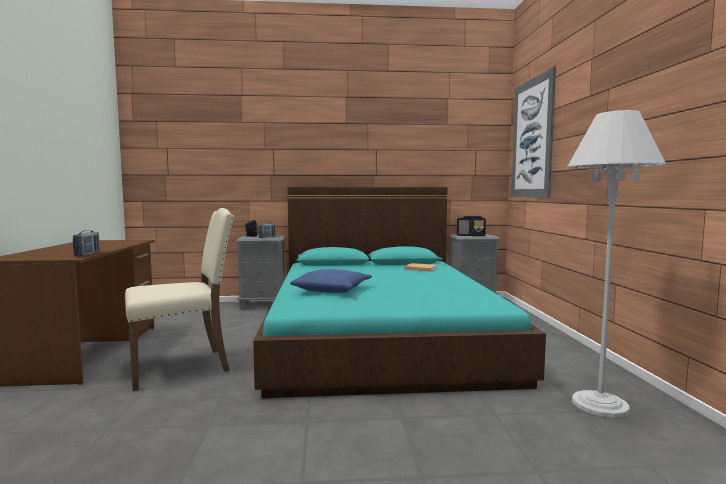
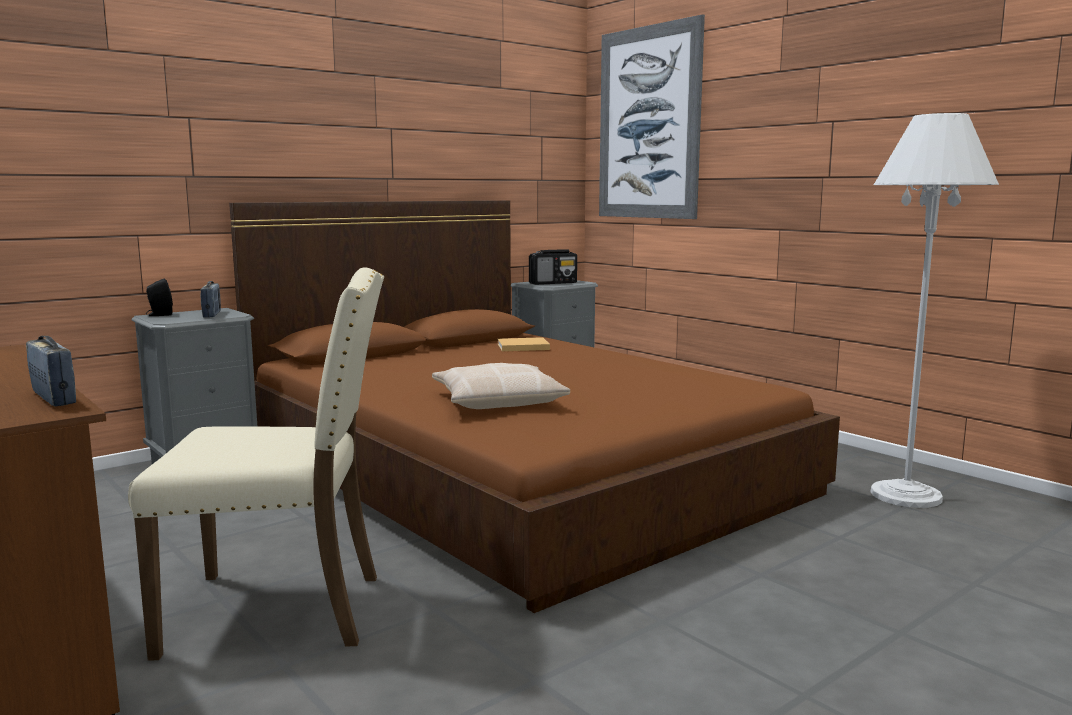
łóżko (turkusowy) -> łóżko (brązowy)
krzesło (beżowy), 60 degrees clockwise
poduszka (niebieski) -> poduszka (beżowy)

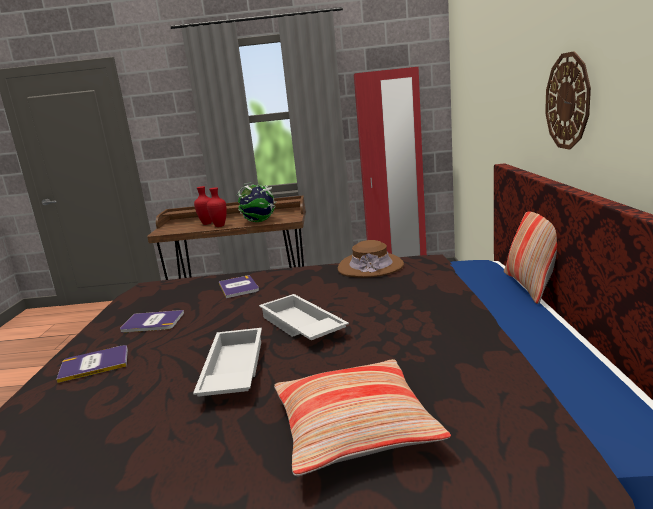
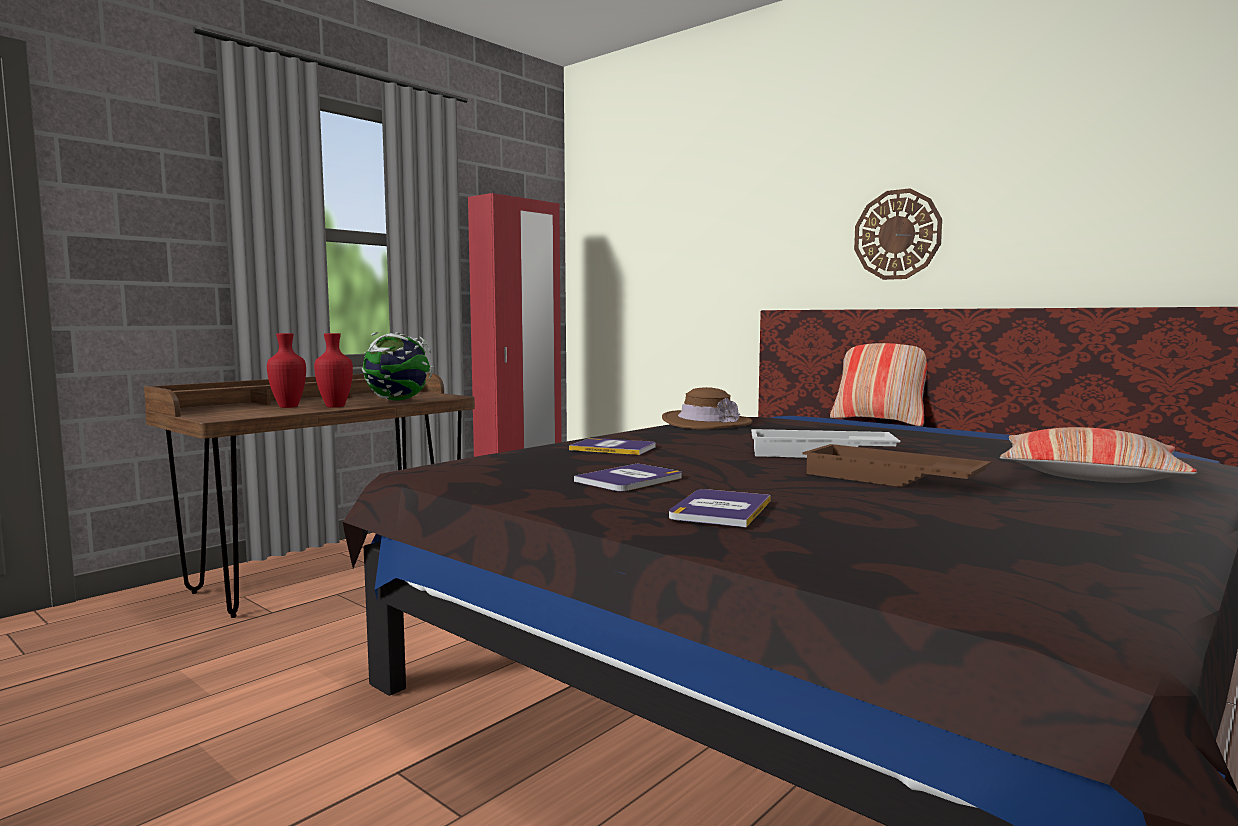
taca (biały) (no. 1 from left) -> taca (brązowy)

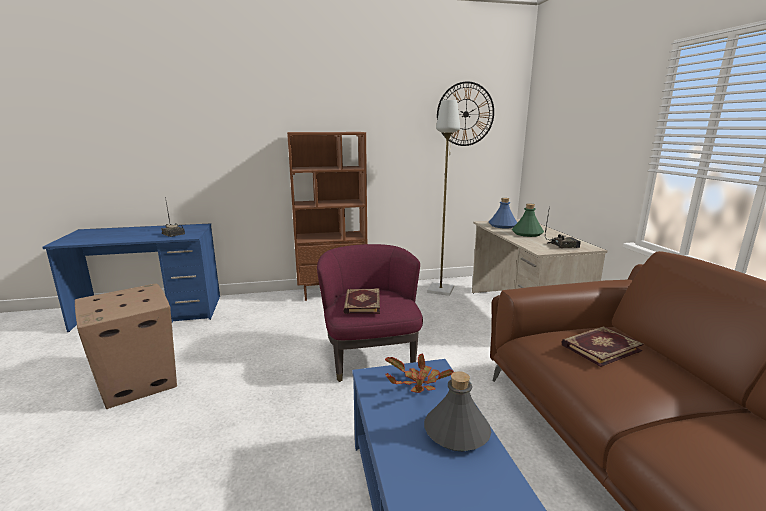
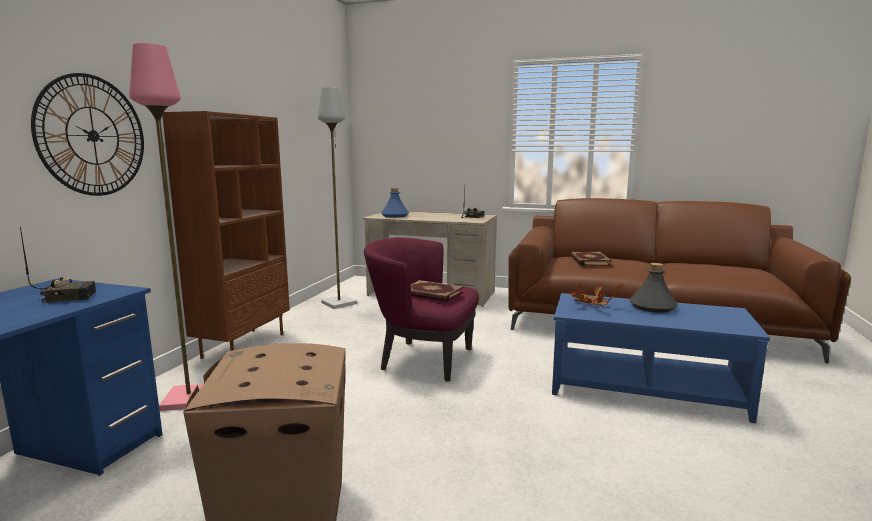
zegar ścienny, shifted
butelka (zielony) -> none
none -> lampa stojąca (różowy)

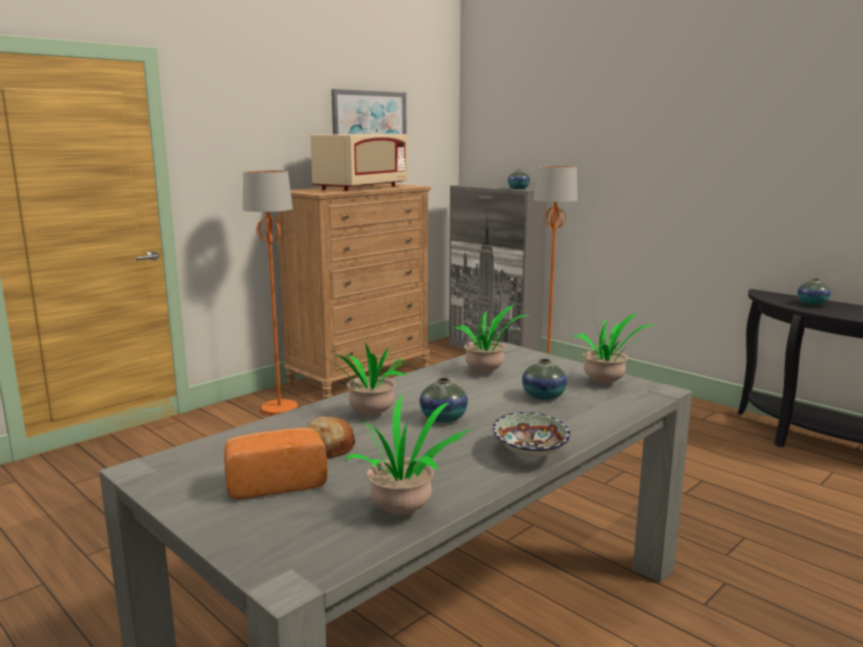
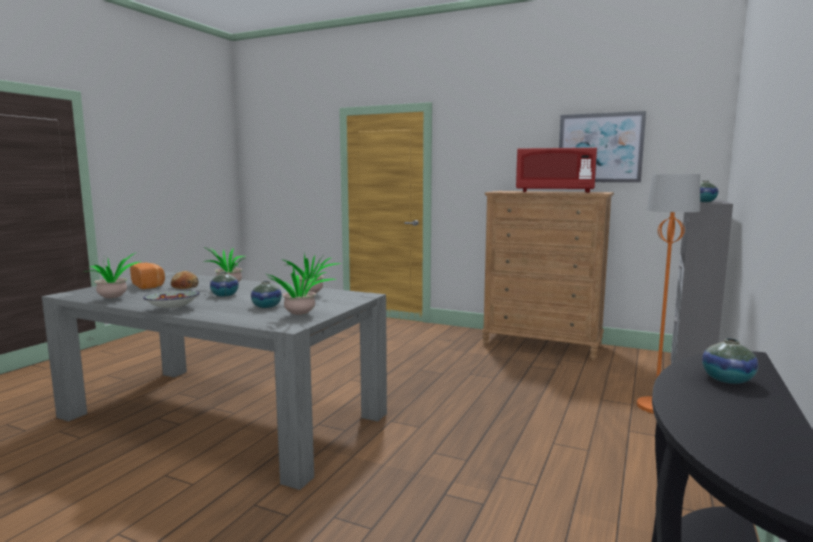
mikrofalówka (beżowy) -> mikrofalówka (czerwony)
lampa stojąca (pomarańczowy) (no. 1 from left) -> none

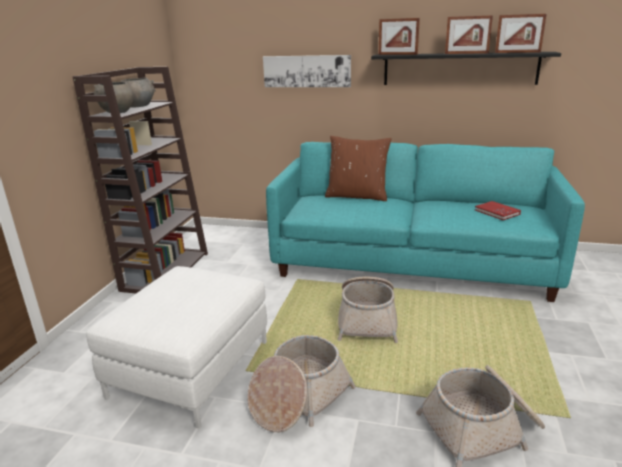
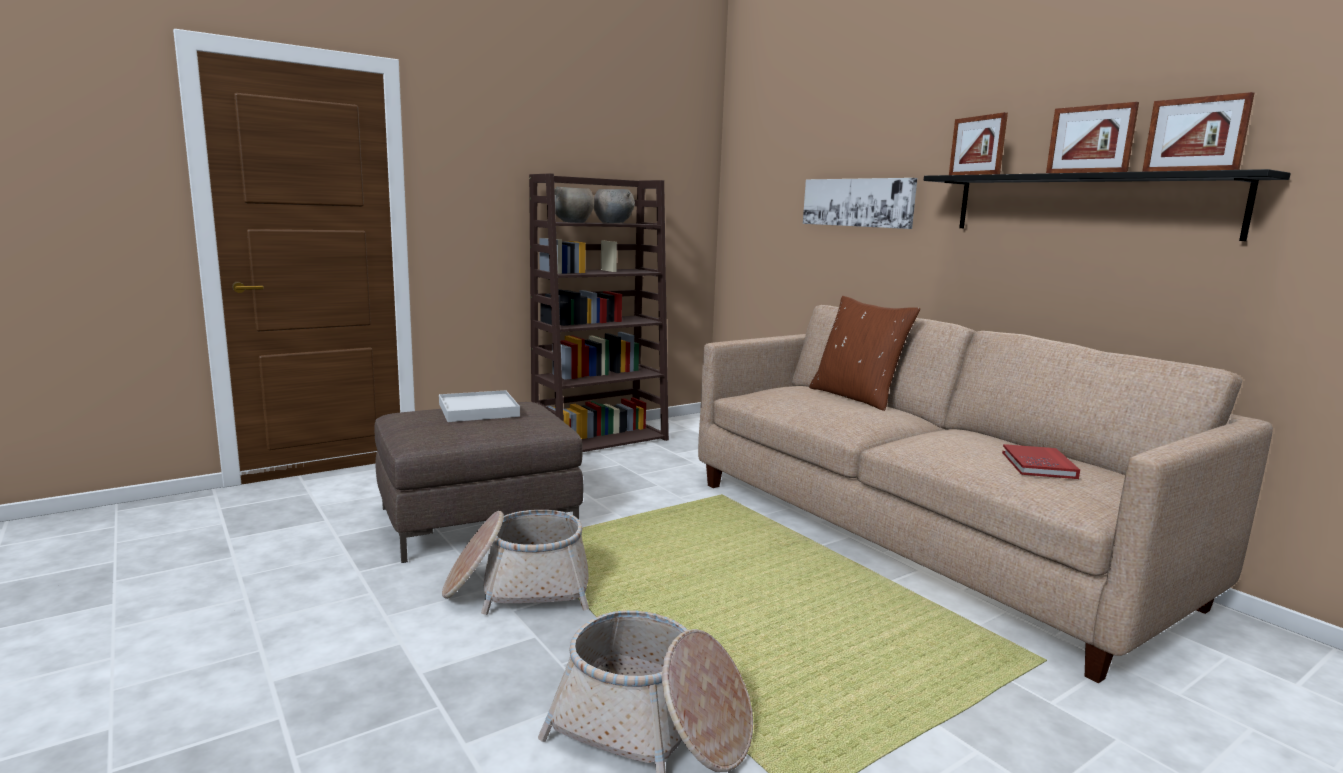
kanapa (turkusowy) -> kanapa (beżowy)
pufa (biały) -> pufa (brązowy)
koszyk (no. 2 from left) -> none
none -> taca (biały)

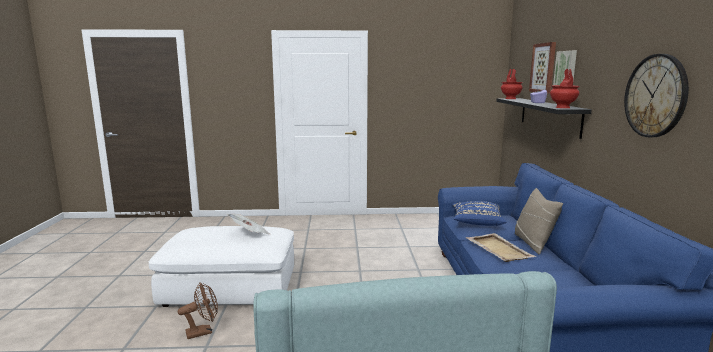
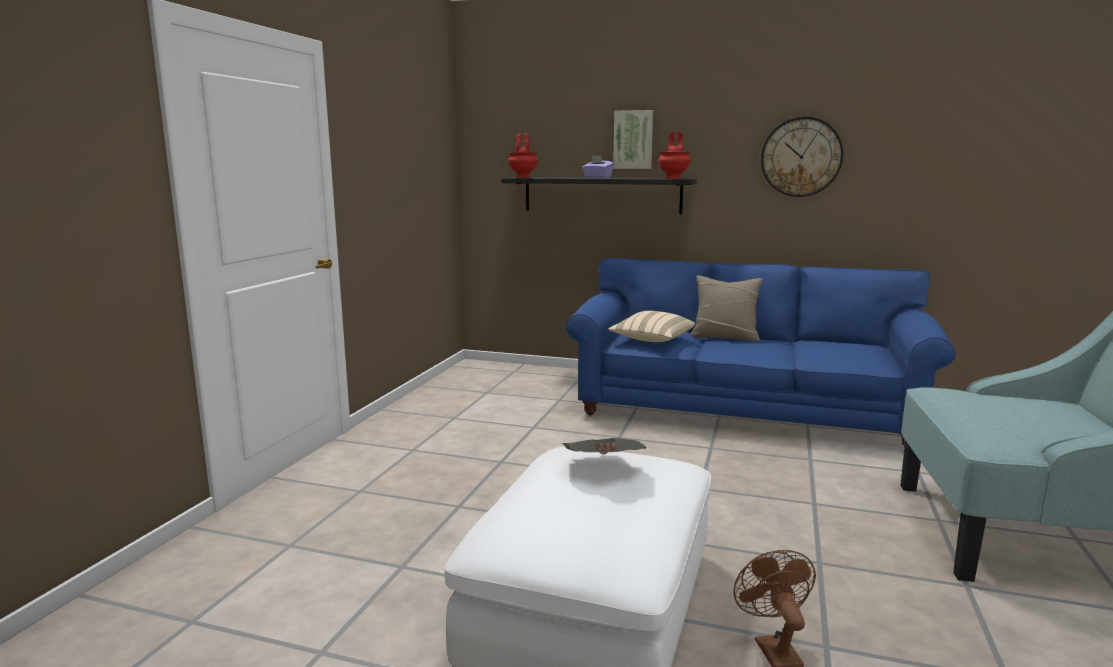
obraz (no. 1 from left) -> none
poduszka (niebieski) -> poduszka (beżowy) (no. 1 from left)
taca (beżowy) -> none

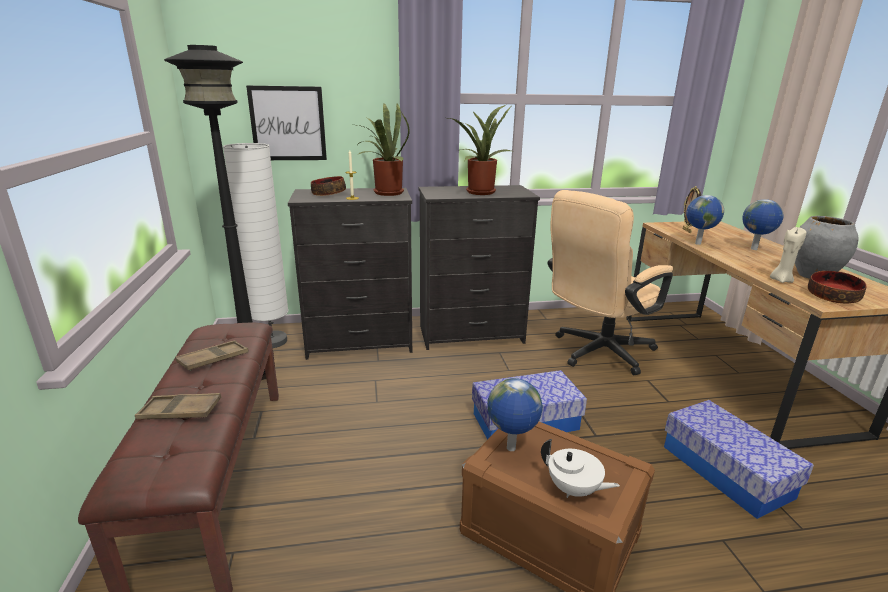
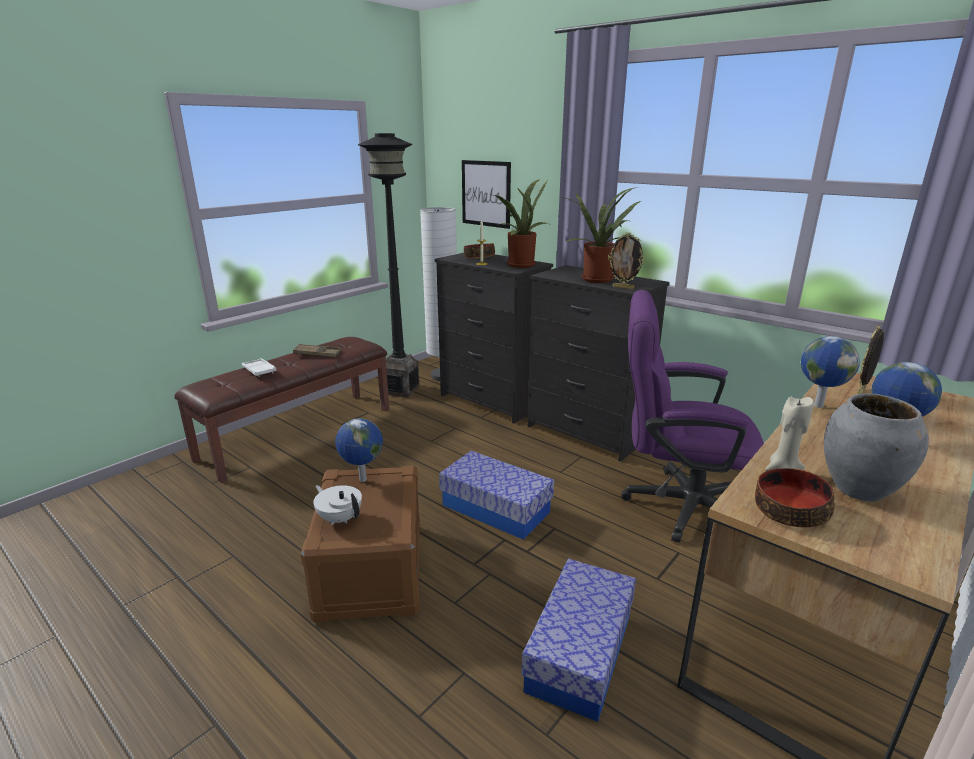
krzesło biurowe (beżowy) -> krzesło biurowe (fioletowy)
taca (brązowy) (no. 1 from left) -> taca (biały)
imbryk (biały), 135 degrees clockwise
none -> ramka na zdjęcie (no. 1 from left)

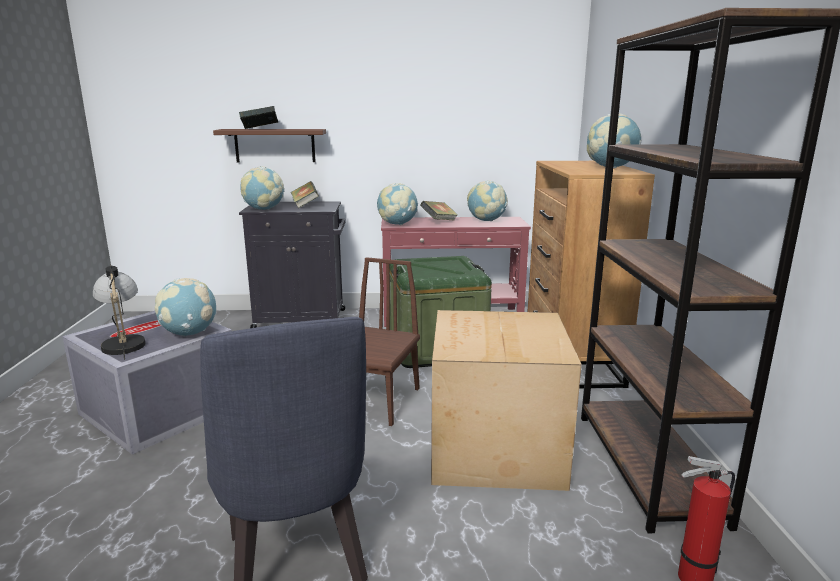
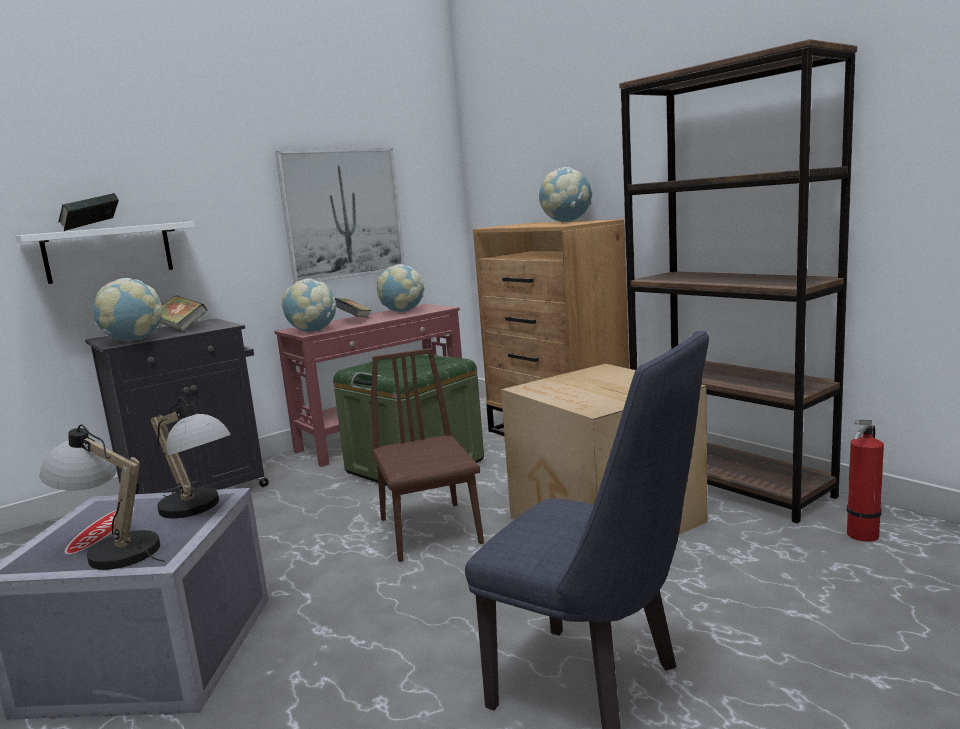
półka (brązowy) -> półka (biały)
globus (no. 1 from left) -> lampa stołowa (no. 2 from left)
none -> obraz

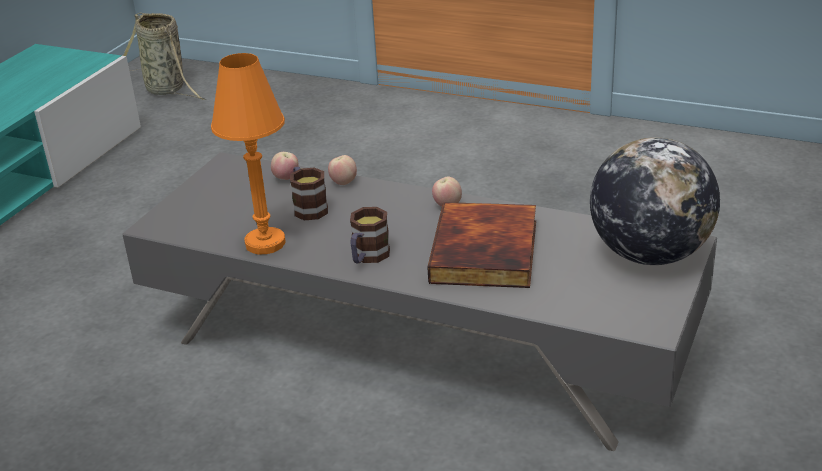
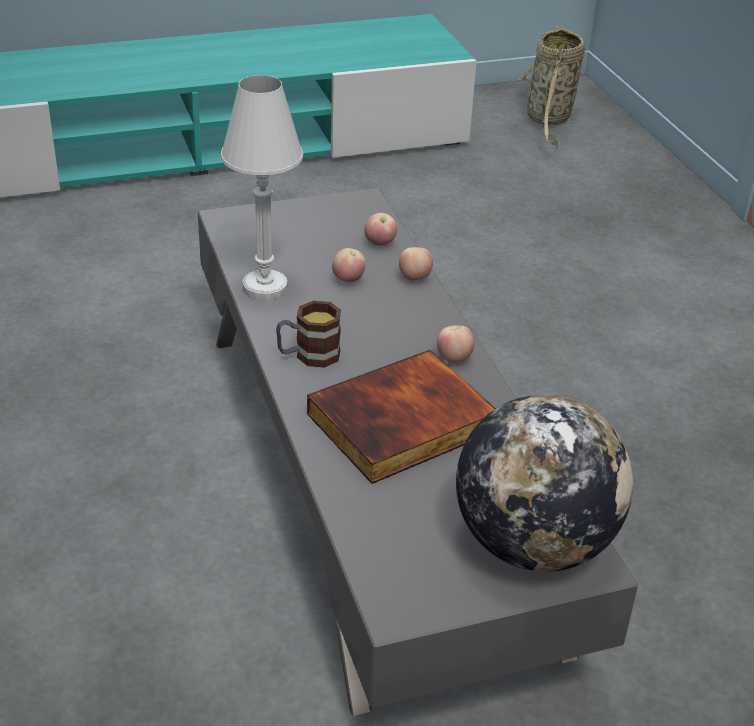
lampa stołowa (pomarańczowy) -> lampa stołowa (biały)
kubek (no. 1 from left) -> jabłko (no. 1 from left)

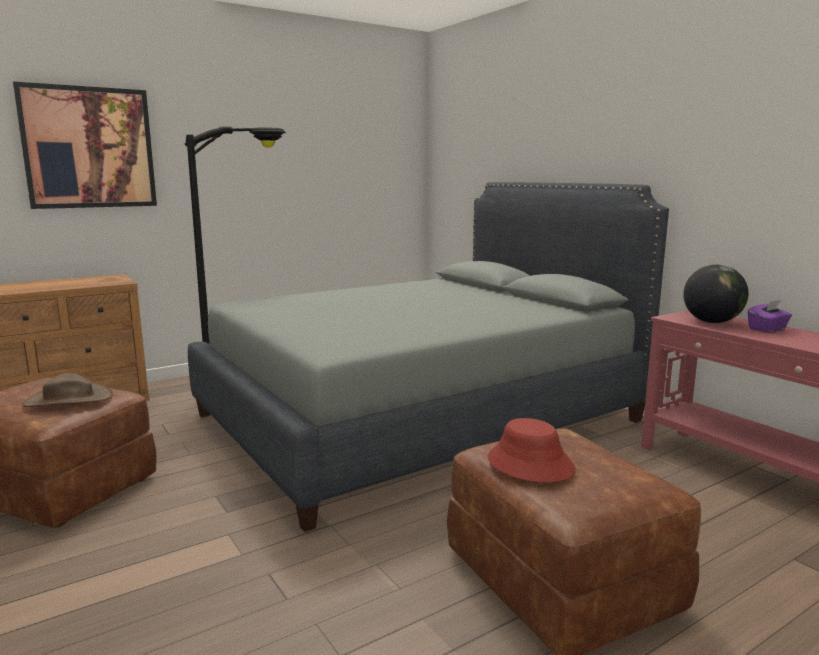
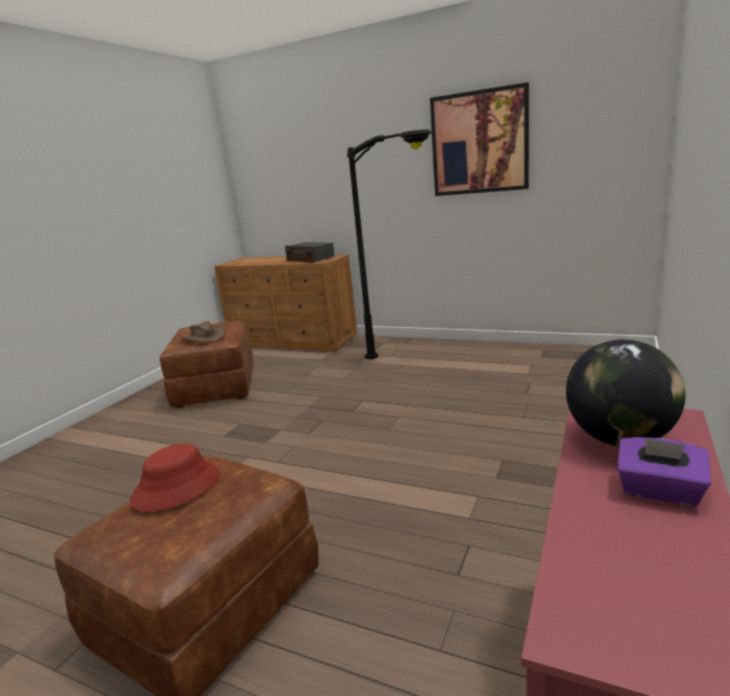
obraz, shifted
łóżko (szary) -> none
none -> radio

